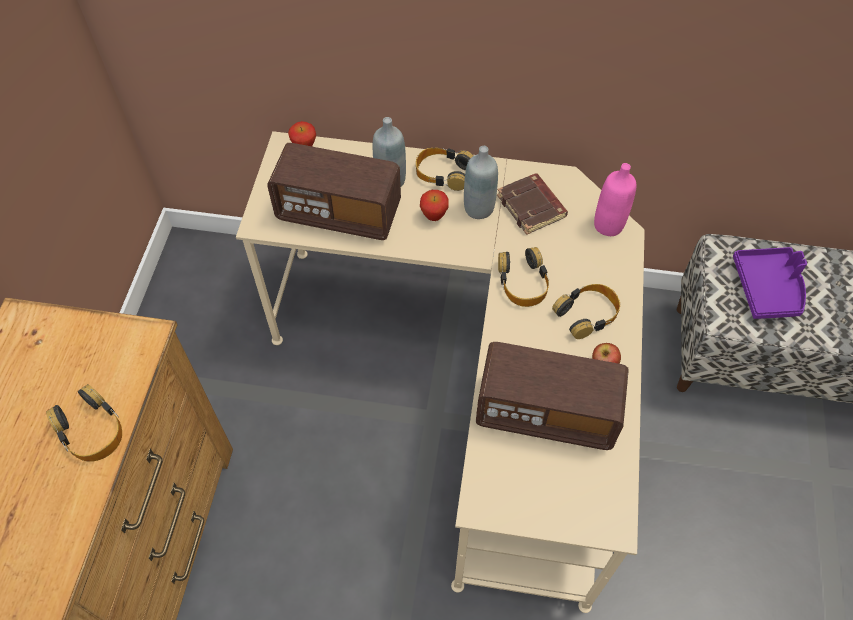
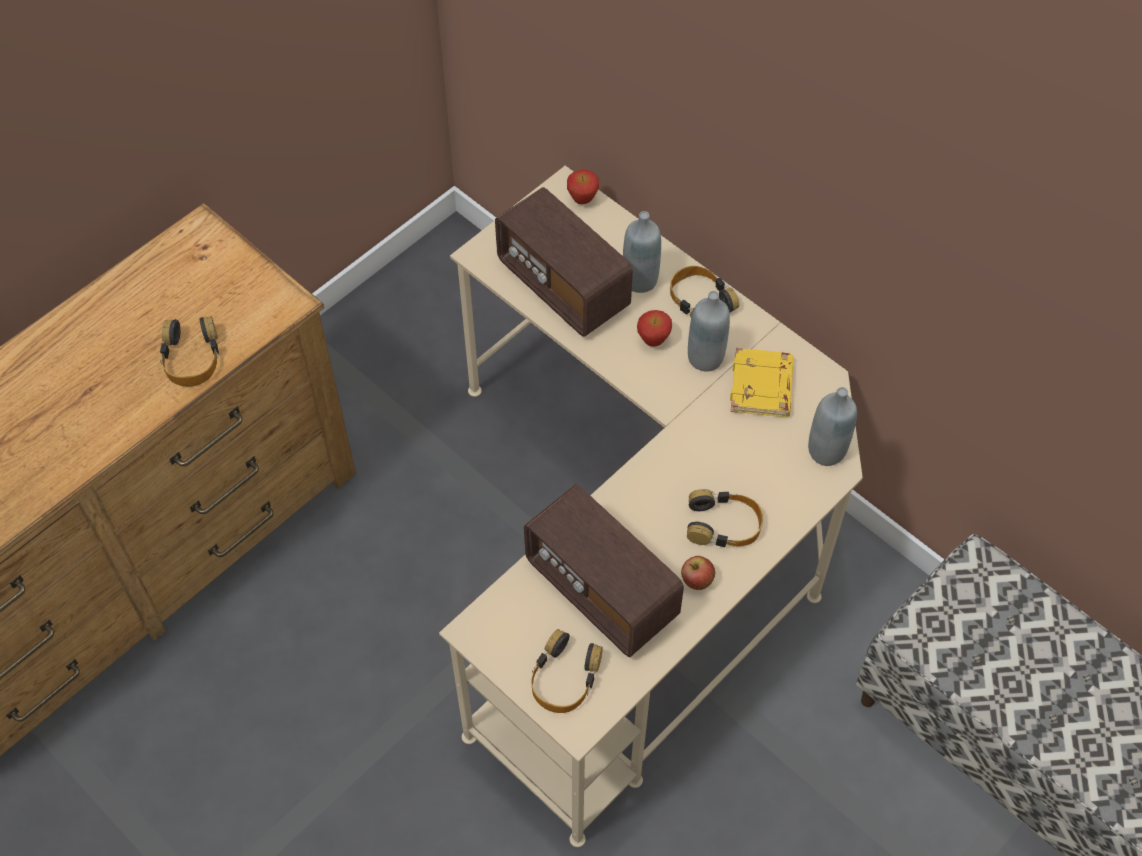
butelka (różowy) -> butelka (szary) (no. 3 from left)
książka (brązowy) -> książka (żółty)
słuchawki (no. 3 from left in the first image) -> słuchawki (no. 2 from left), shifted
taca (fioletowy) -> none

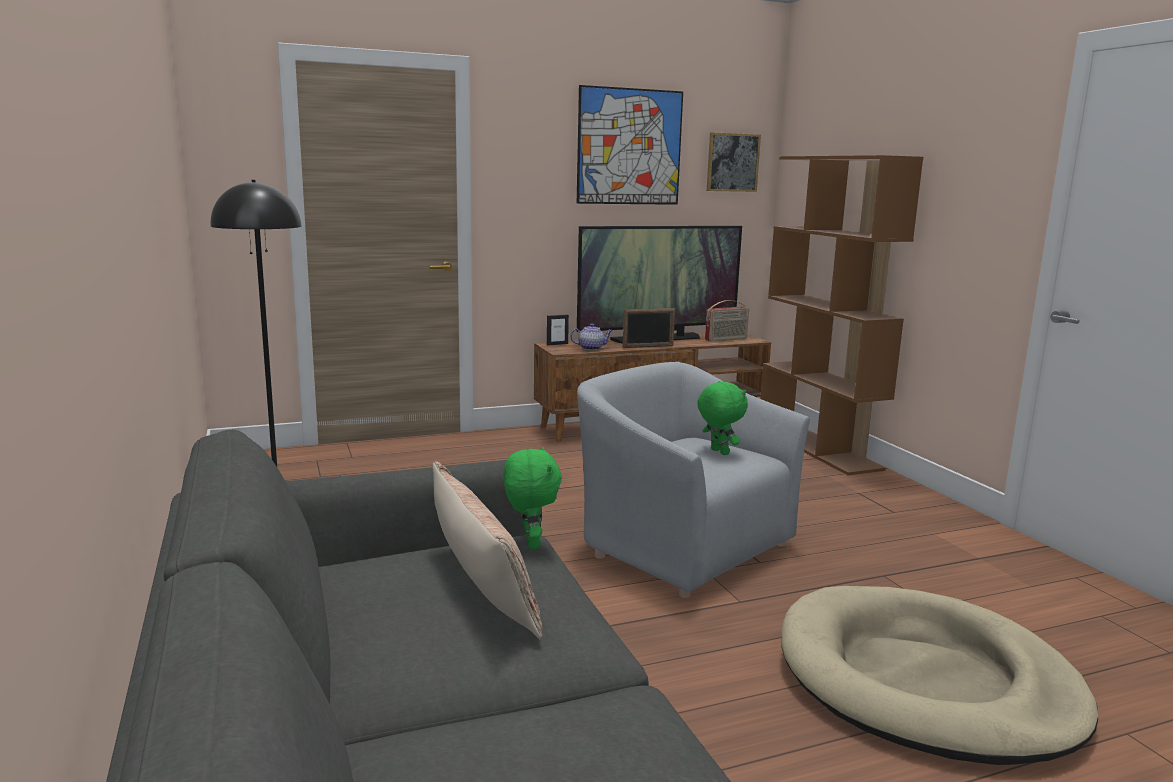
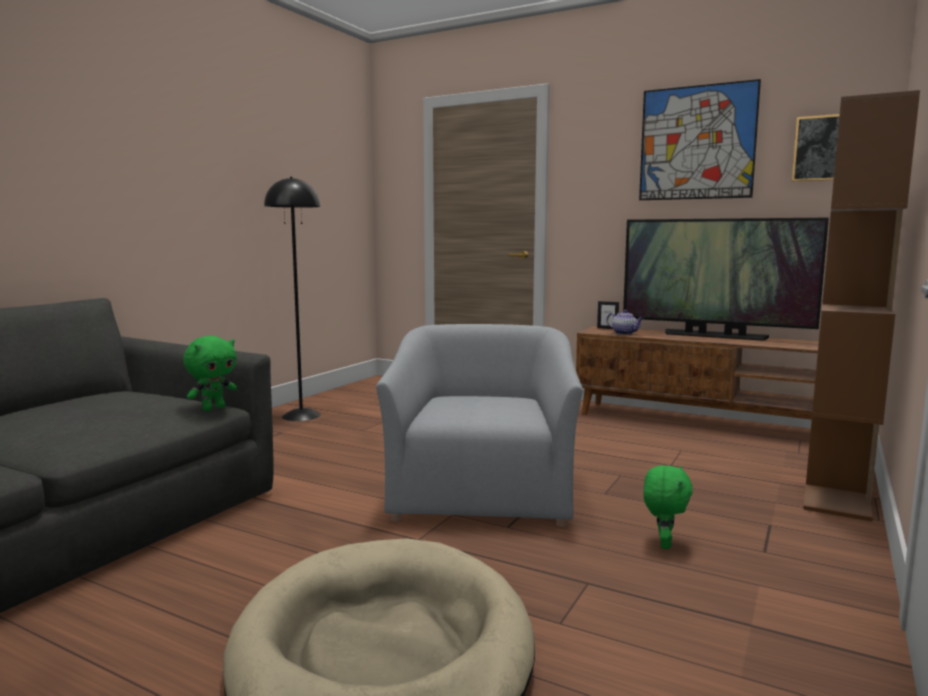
radio -> none
ramka na zdjęcie (no. 2 from left) -> none
pluszak (zielony) (no. 2 from left), shifted
poduszka -> none

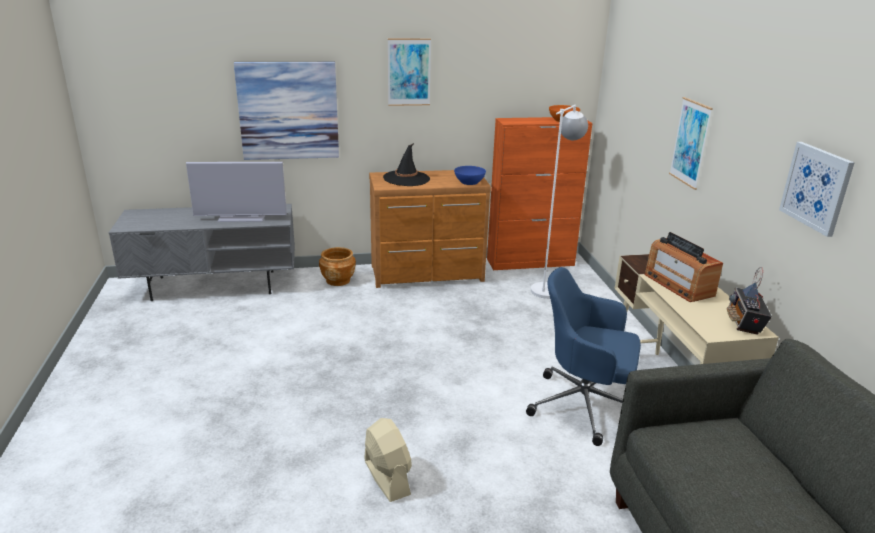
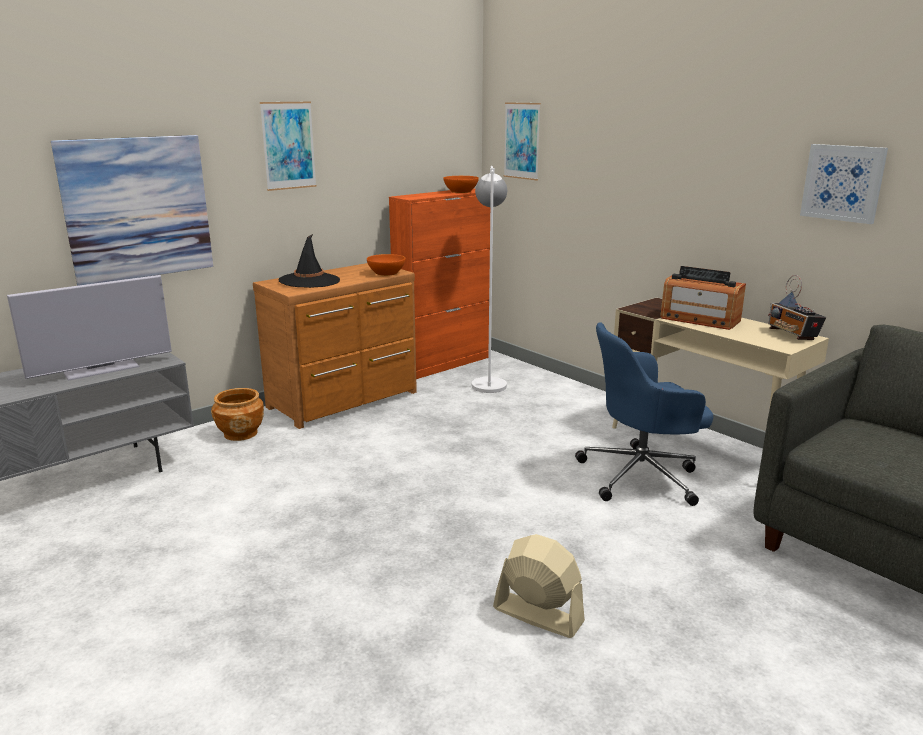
obraz (no. 3 from left), shifted
miska (niebieski) -> miska (pomarańczowy) (no. 1 from left)

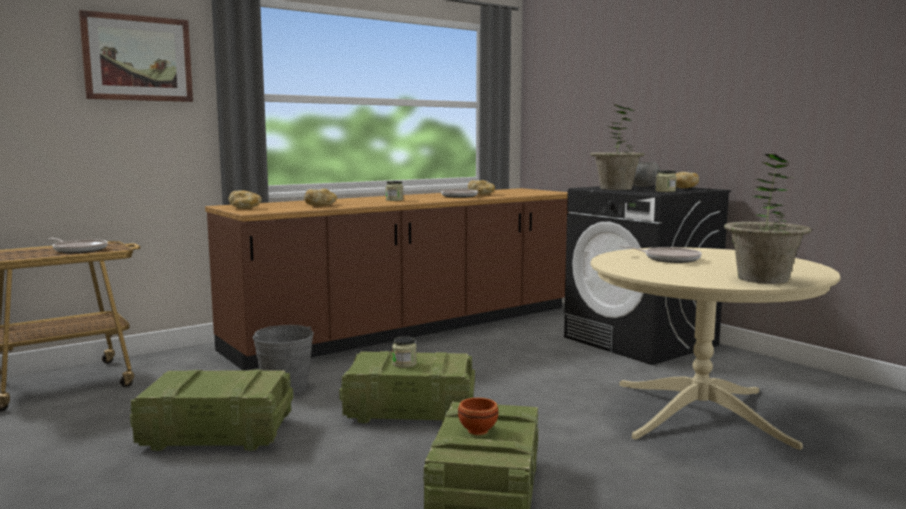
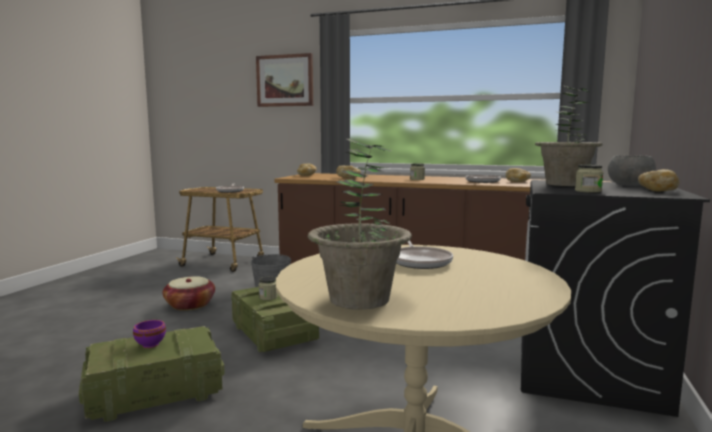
skrzynka (no. 1 from left) -> koszyk
miska (brązowy) -> miska (fioletowy)

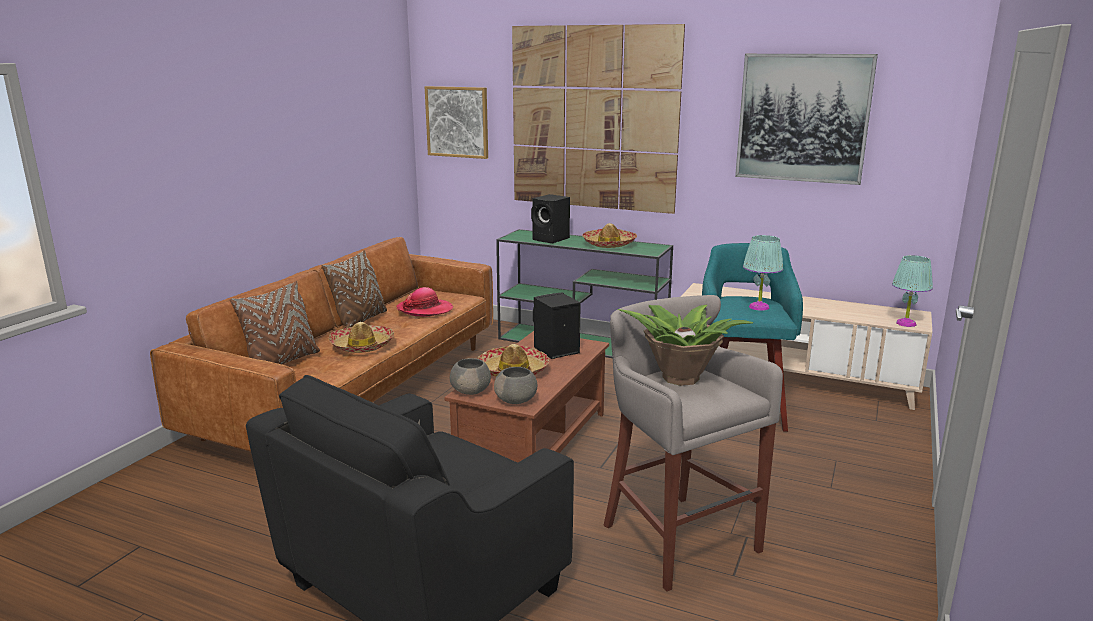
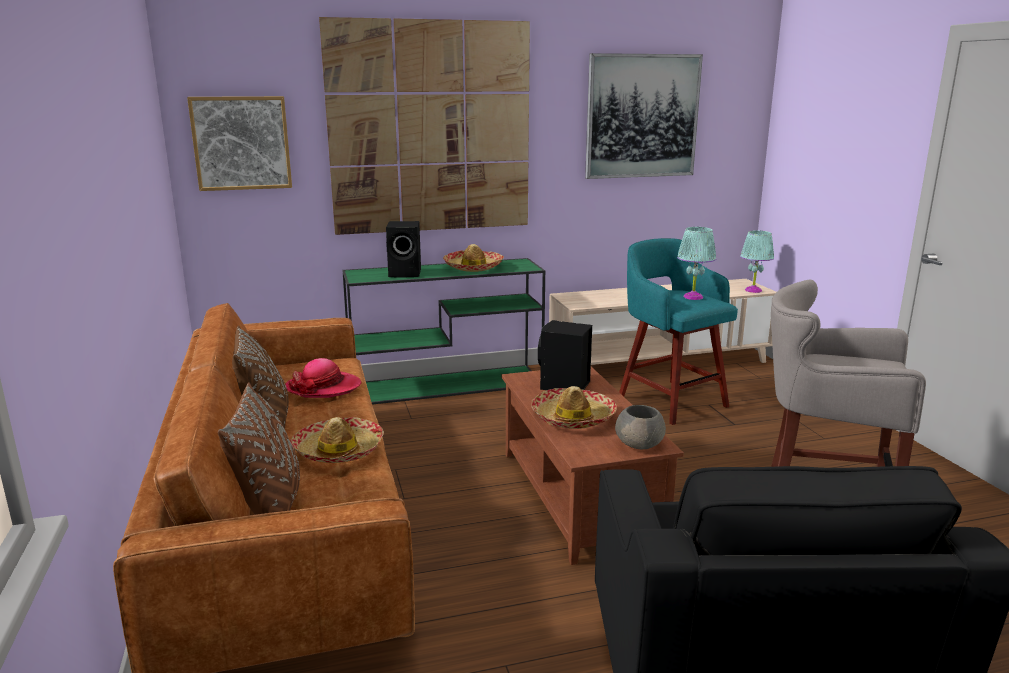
roślina doniczkowa -> none
miska (szary) (no. 1 from left) -> none

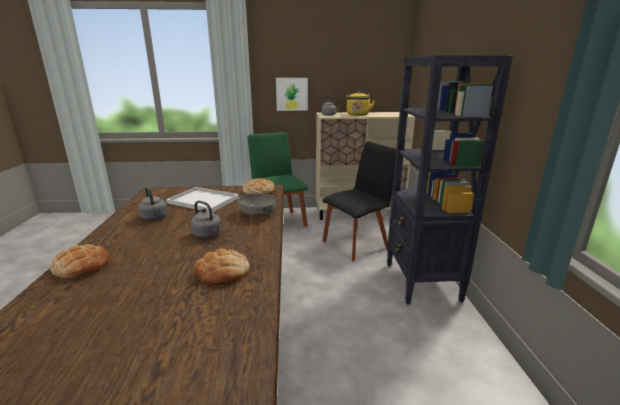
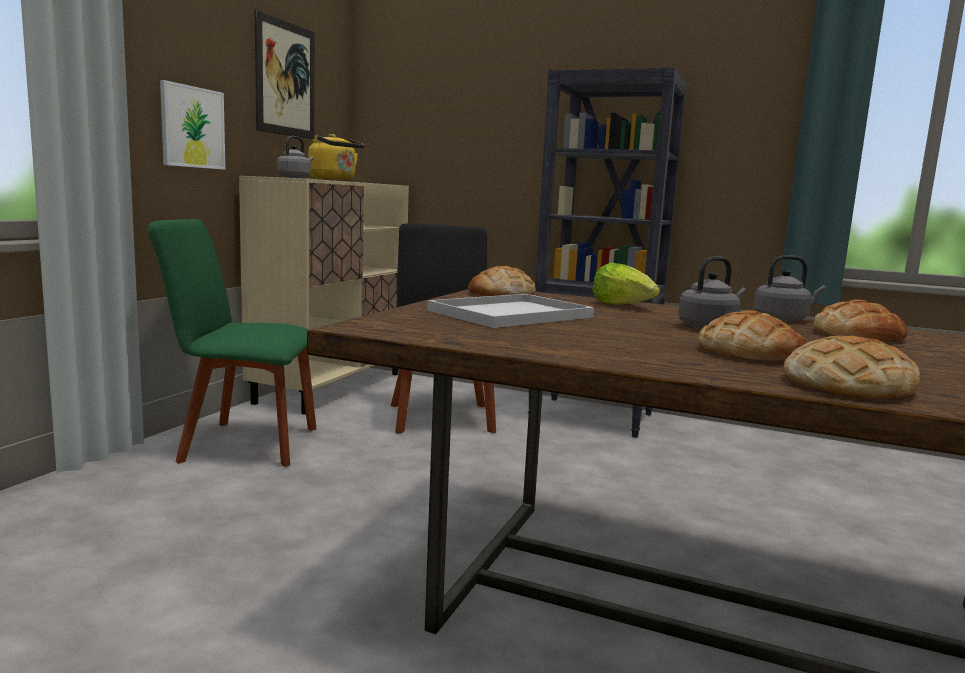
czajnik (szary) (no. 1 from left in the first image) -> czajnik (szary) (no. 3 from left), shifted
miska (szary) -> sałata
none -> obraz (no. 2 from left)
none -> chleb (no. 2 from left)

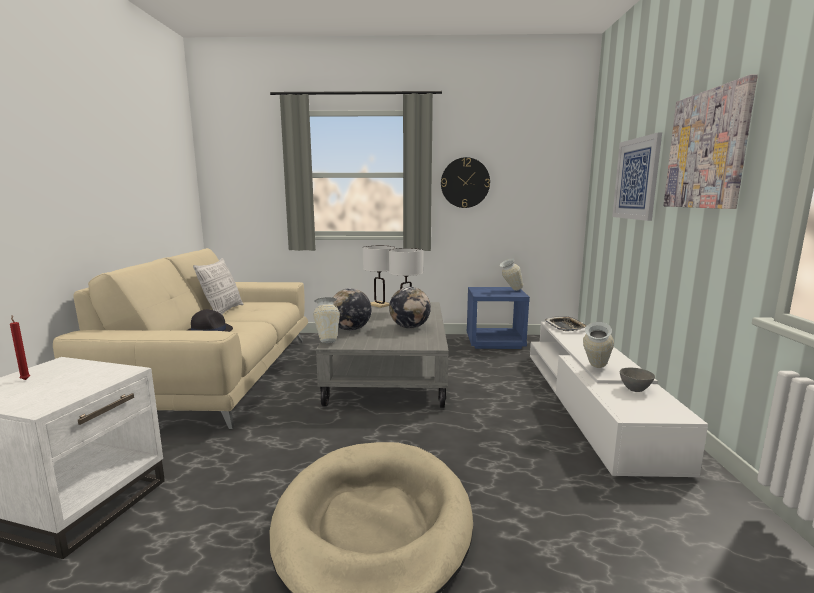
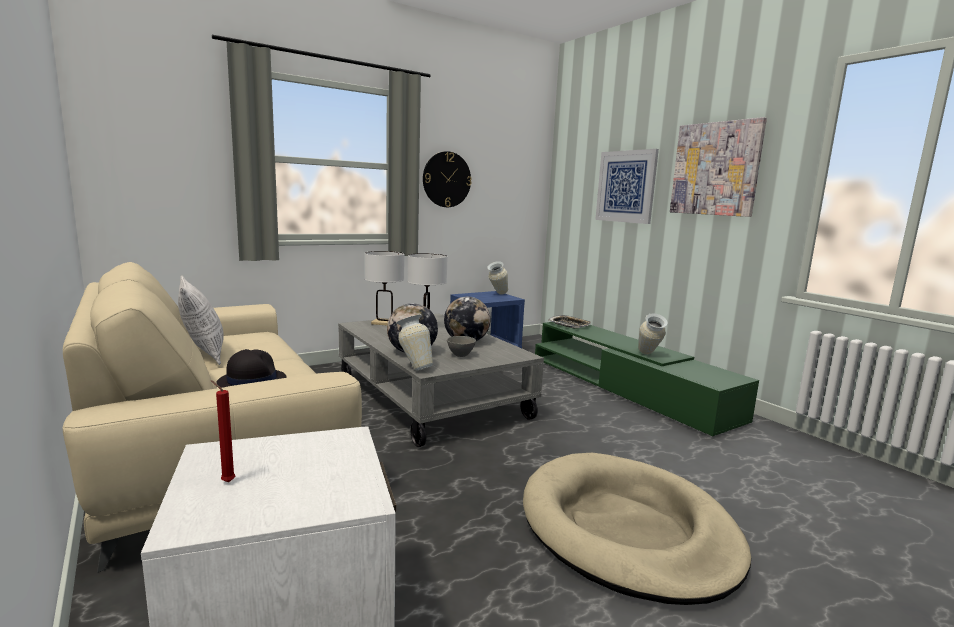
szafka pod telewizor (biały) -> szafka pod telewizor (zielony)
miska (szary), shifted

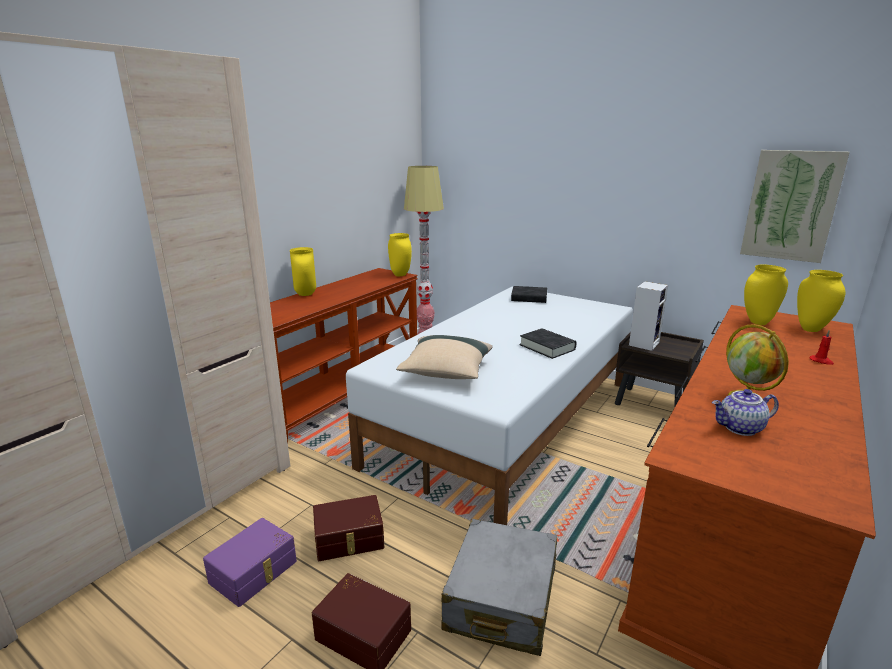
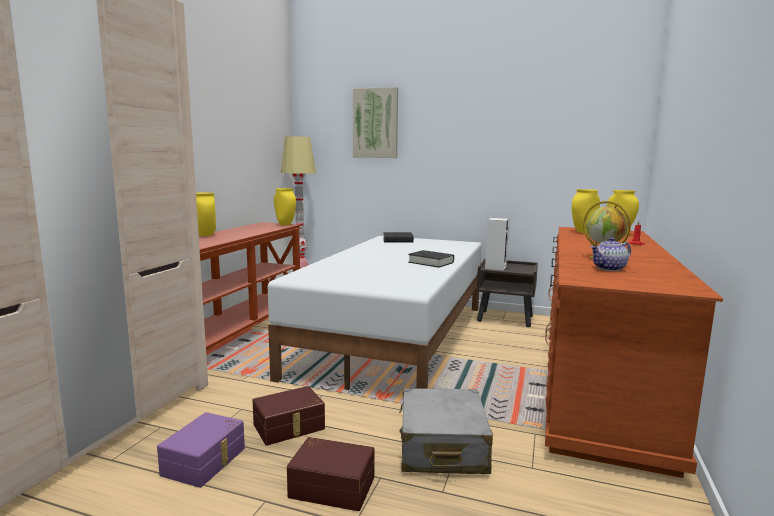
obraz, shifted
poduszka (beżowy) -> none

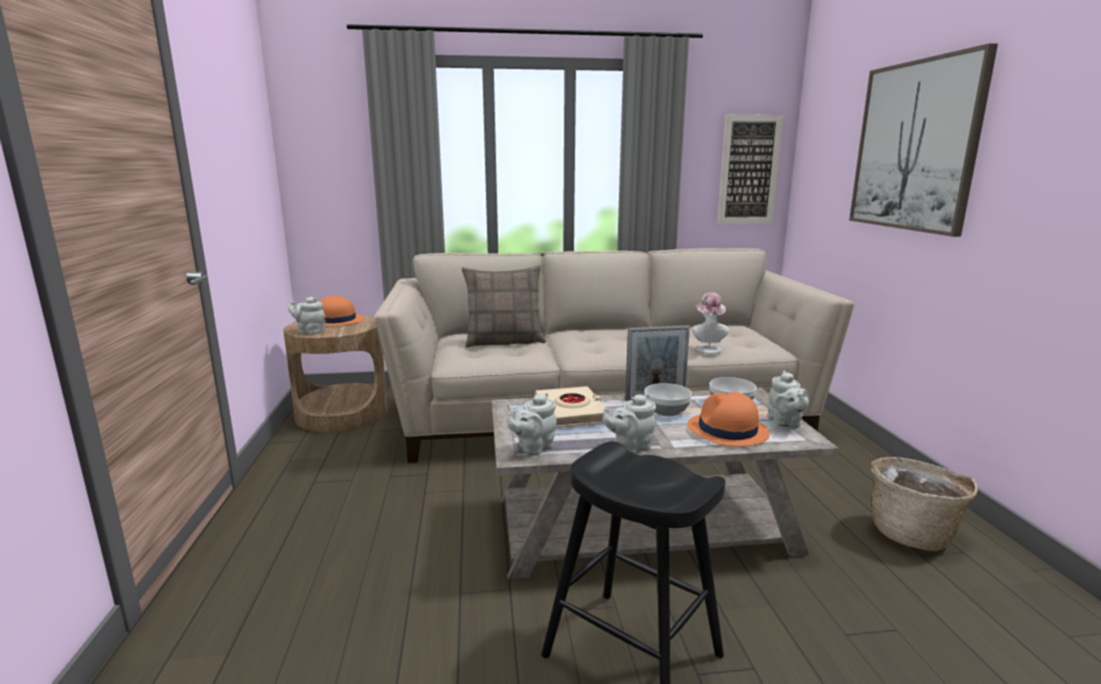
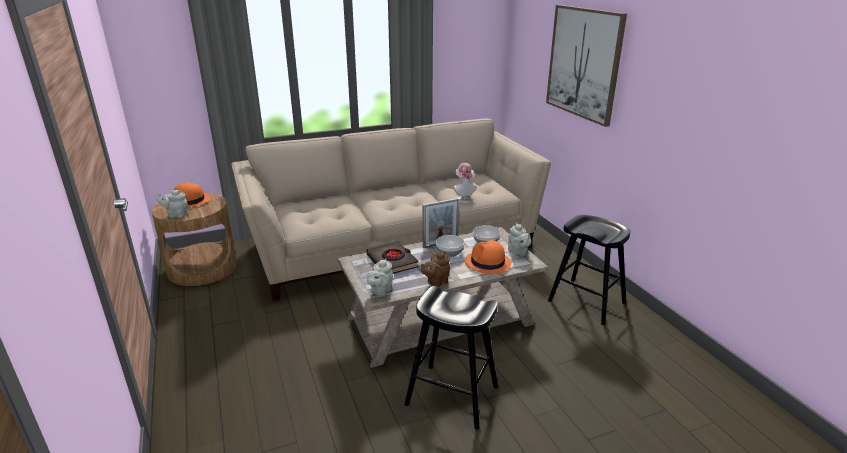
obraz (no. 1 from left) -> none
poduszka -> none
książka (beżowy) -> książka (czarny)
imbryk (szary) (no. 3 from left) -> imbryk (brązowy)
koszyk -> stołek (czarny) (no. 2 from left)

